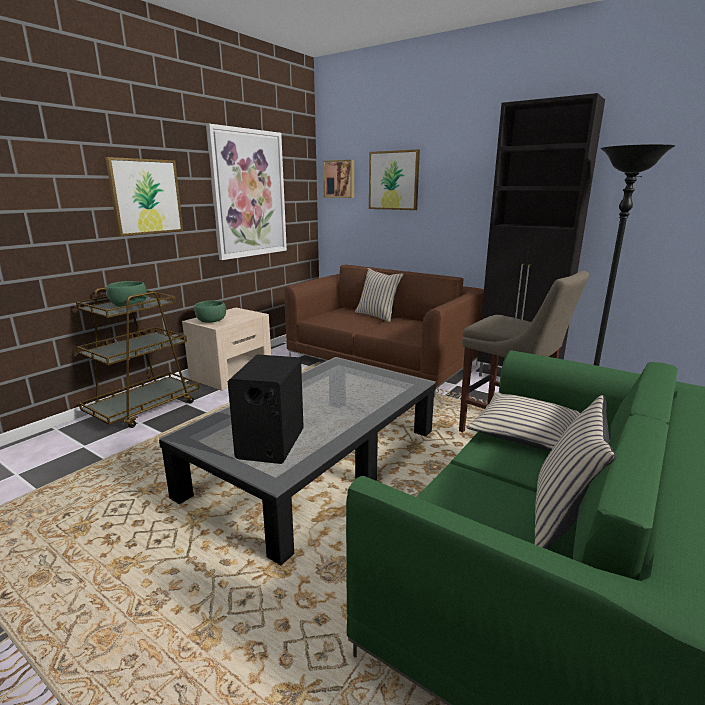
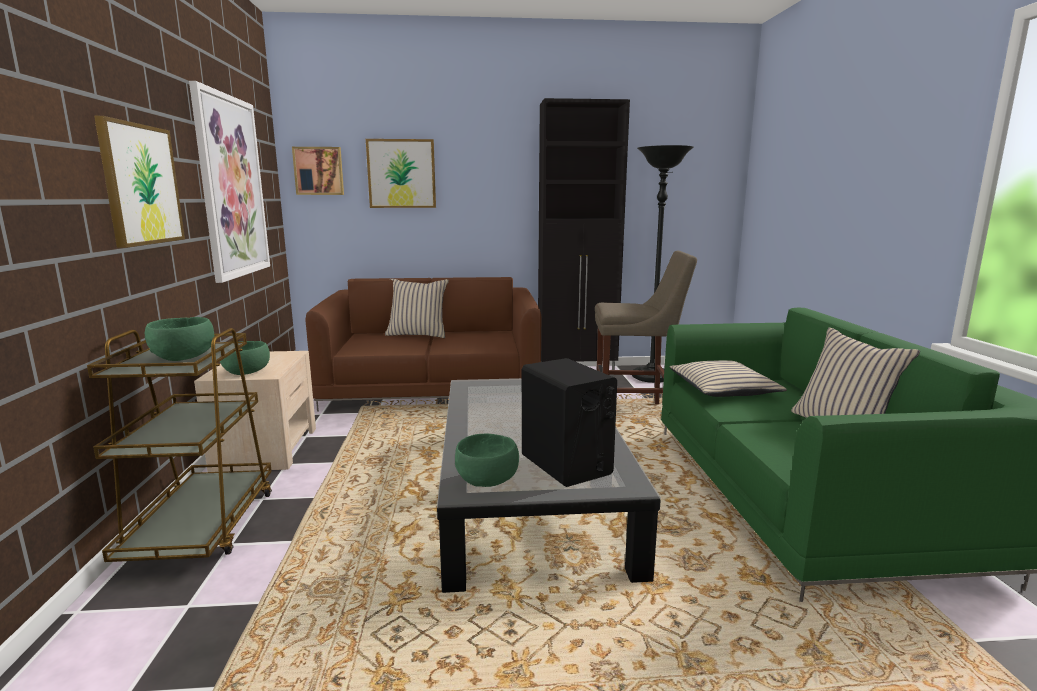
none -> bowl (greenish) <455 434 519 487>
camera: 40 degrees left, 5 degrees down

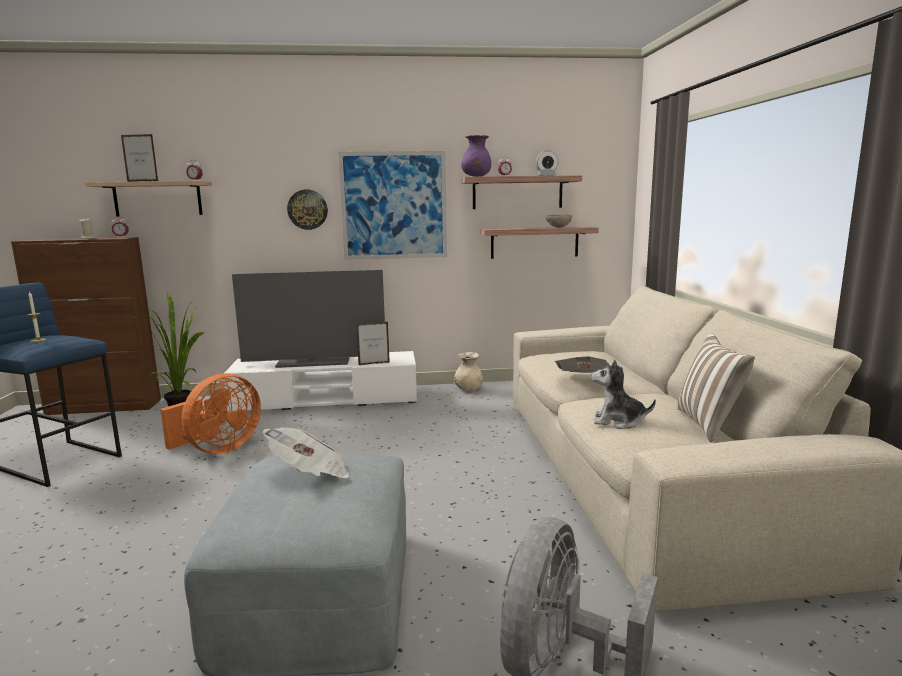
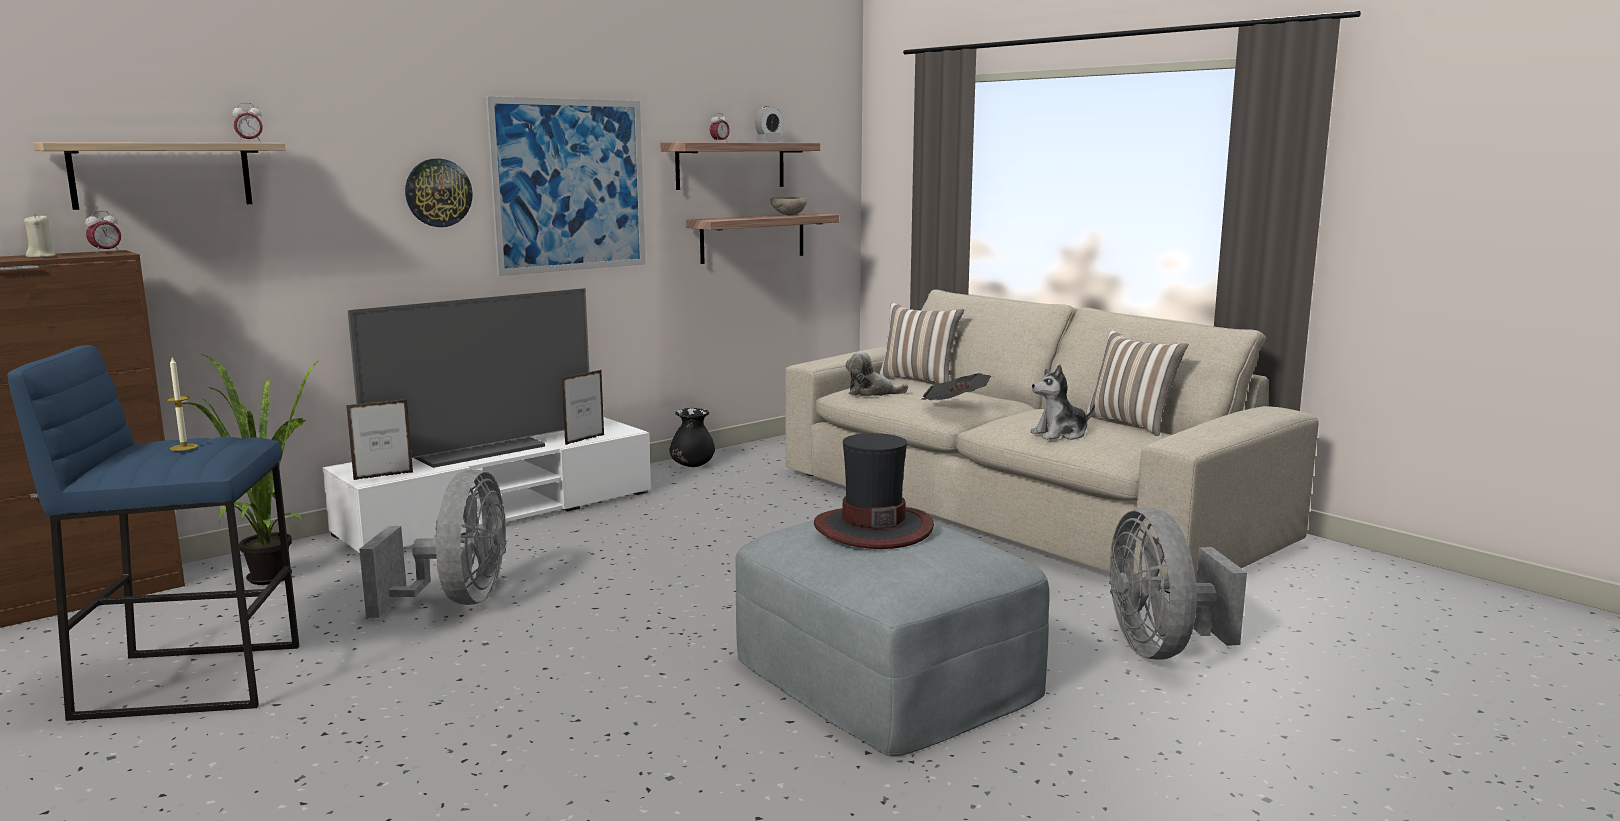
picture frame <121 134 158 182> -> picture frame <346 399 413 480>, move
flower vase (purple) <461 135 491 177> -> none
flower vase (sand-coloured) <454 352 483 391> -> flower vase (black-coloured) <670 408 715 467>
fan (orangey) <160 373 261 454> -> fan (gray) <359 469 507 618>
daily paper <263 427 349 478> -> hat <814 433 934 549>
none -> cushion <879 303 964 384>
none -> cuddly toy <846 351 908 396>
camera: 35 degrees left, 0 degrees up

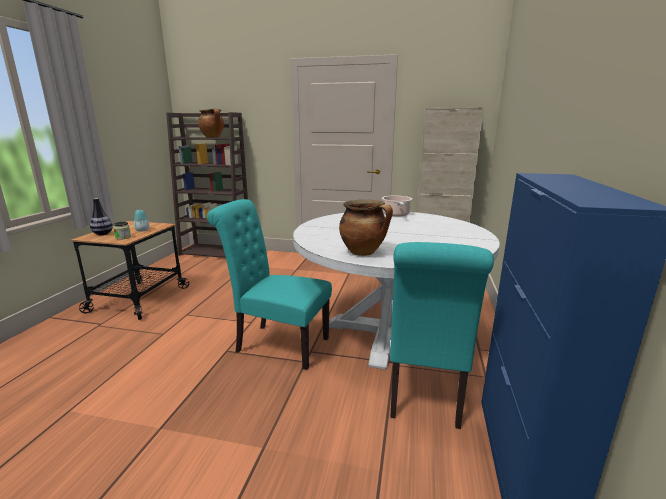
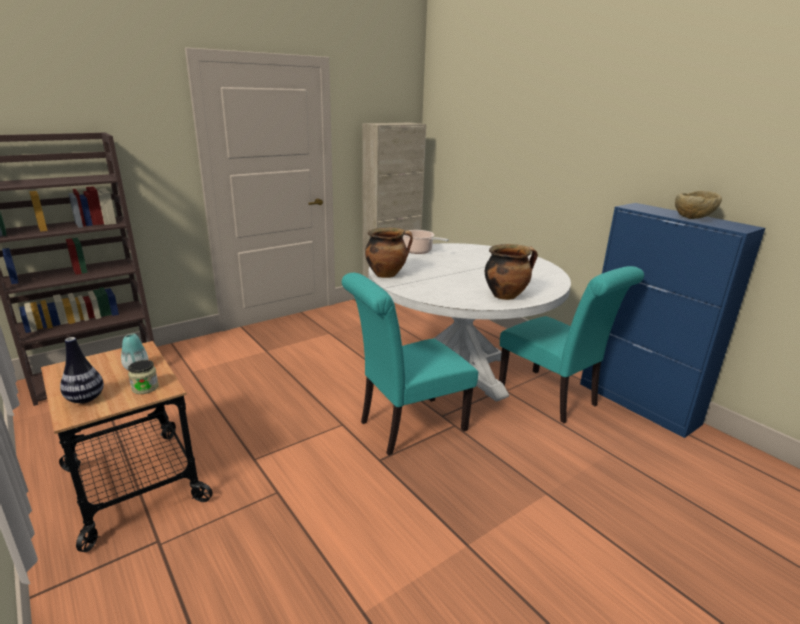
cooking pot <198 109 224 138> -> cooking pot <365 227 413 278>, move
none -> bowl (sand-coloured) <675 191 722 219>
camera: 50 degrees left, 5 degrees up

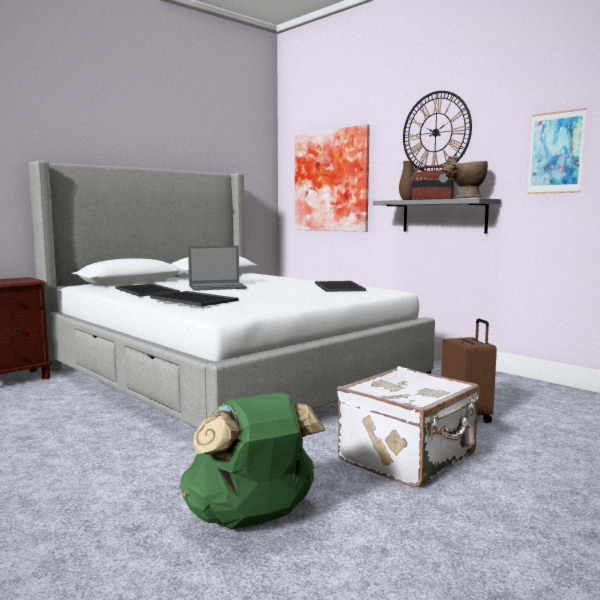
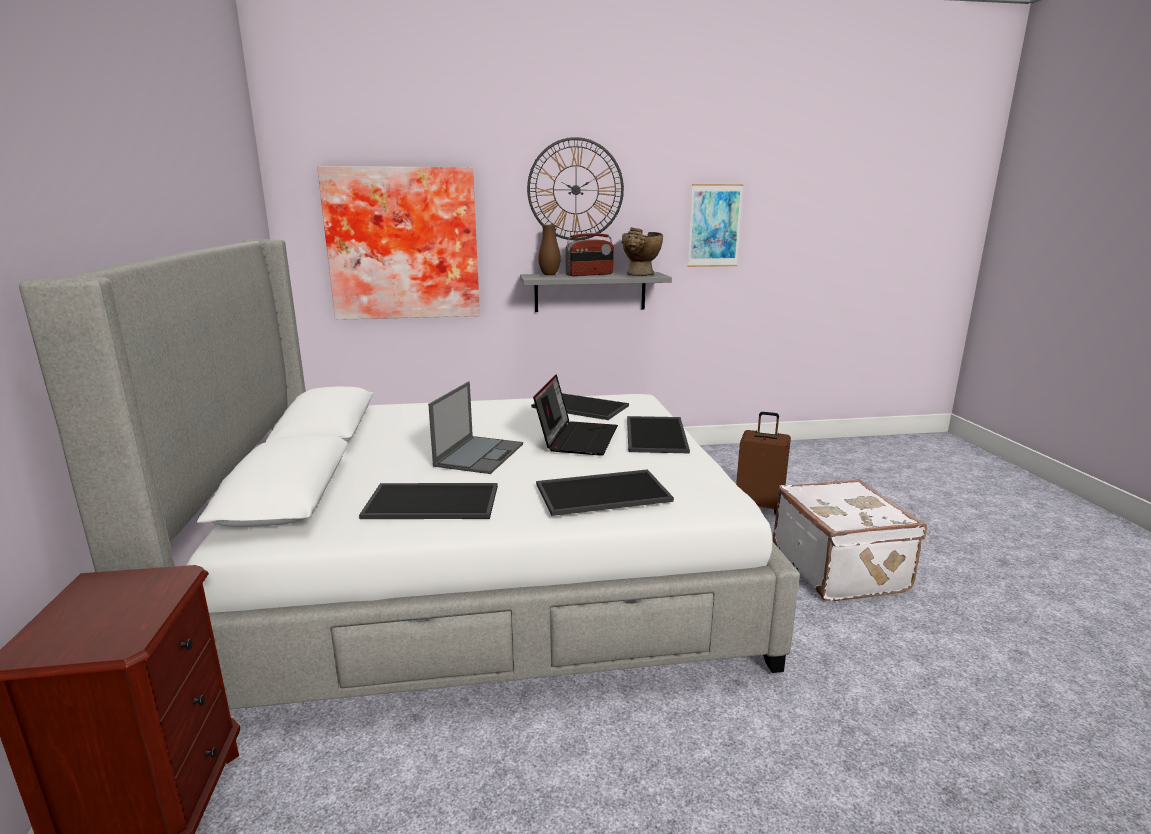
knapsack (greenish) <180 393 326 529> -> none
none -> laptop <533 374 618 456>
none -> carrying tray <627 416 690 453>
camera: 55 degrees left, 10 degrees up

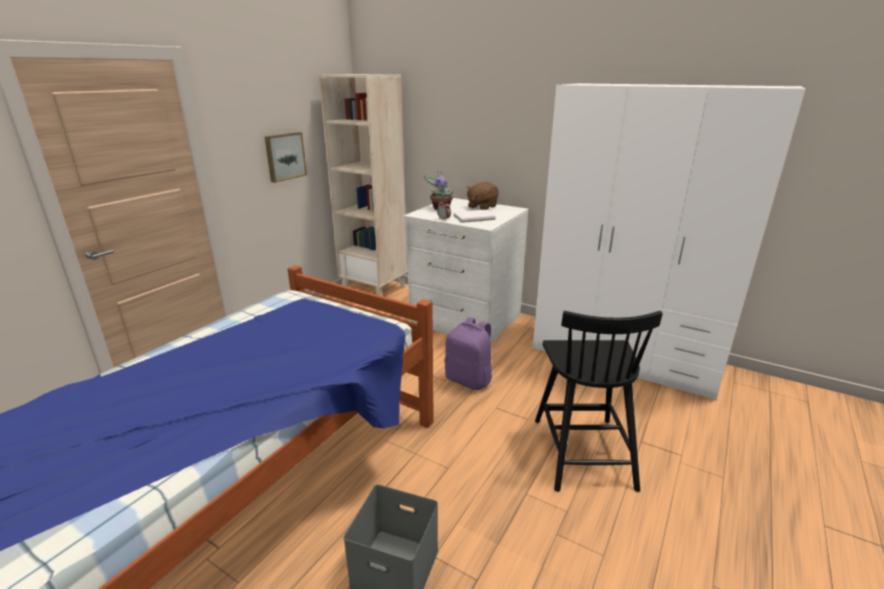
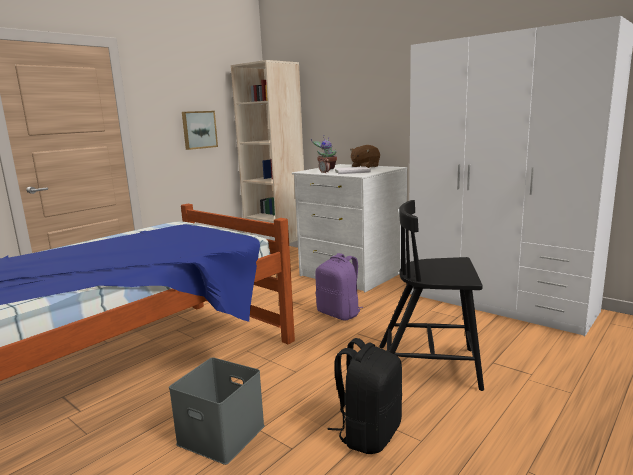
plain chair (black-coloured) <535 311 663 492> -> plain chair (black-coloured) <379 200 484 391>, 90 degrees clockwise
none -> knapsack (black-coloured) <327 338 402 454>
camera: 10 degrees right, 10 degrees down

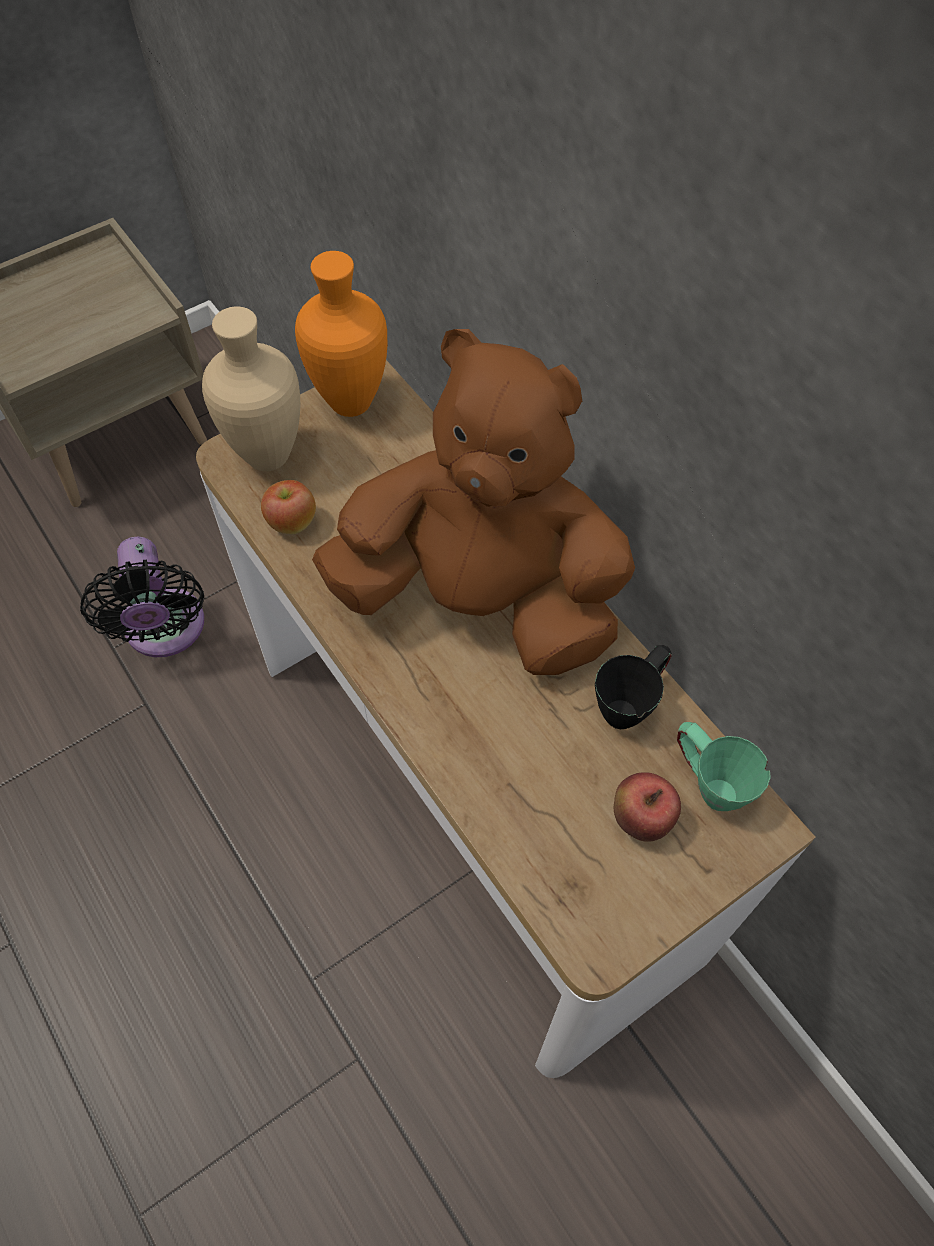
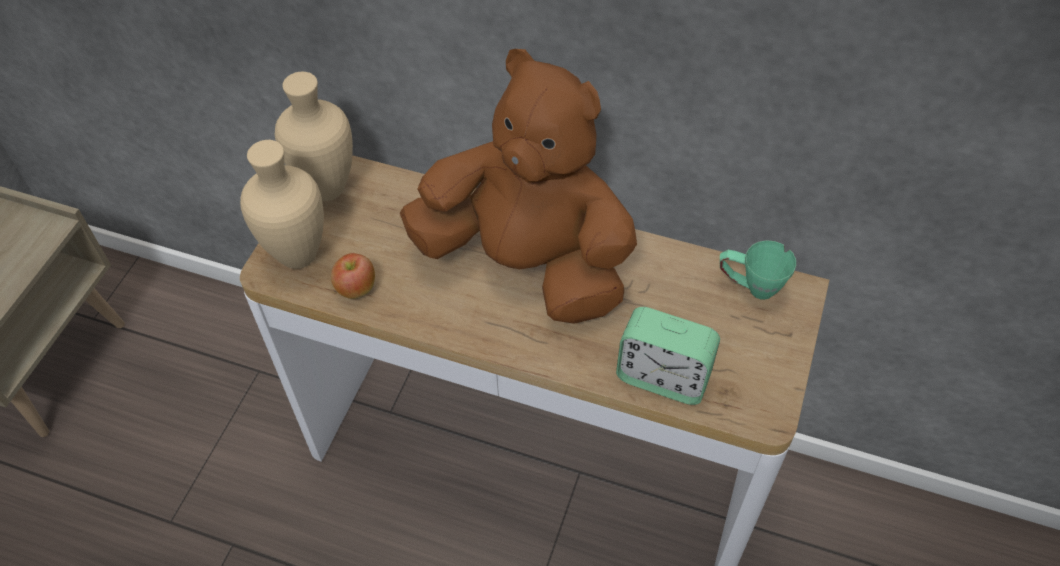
flower vase (orangey) <295 251 387 417> -> flower vase (sand-coloured) <275 72 353 201>
cuddly toy (brown-coloured) <312 329 635 675> -> cuddly toy (brown-coloured) <400 49 637 324>, 45 degrees clockwise
fan (black-coloured) <80 537 204 657> -> none
coffee mug (black-coloured) <595 645 672 729> -> none
apple fruit <614 772 681 842> -> none
none -> alarm clock <616 307 720 405>
camera: 35 degrees left, 5 degrees down

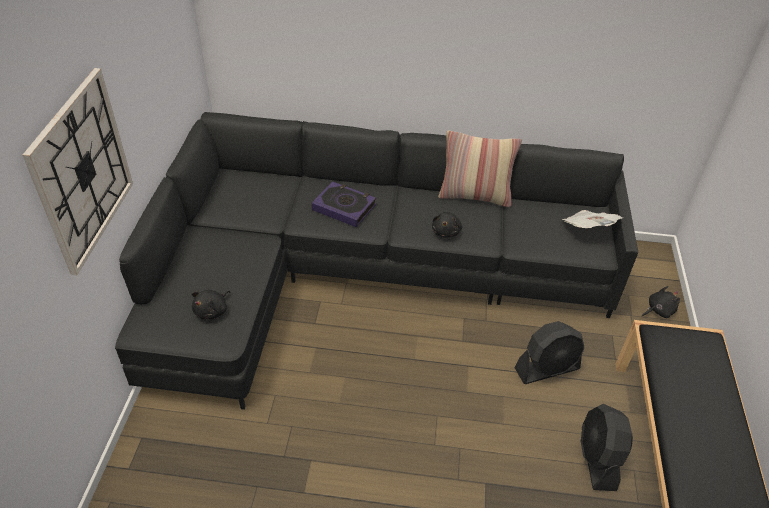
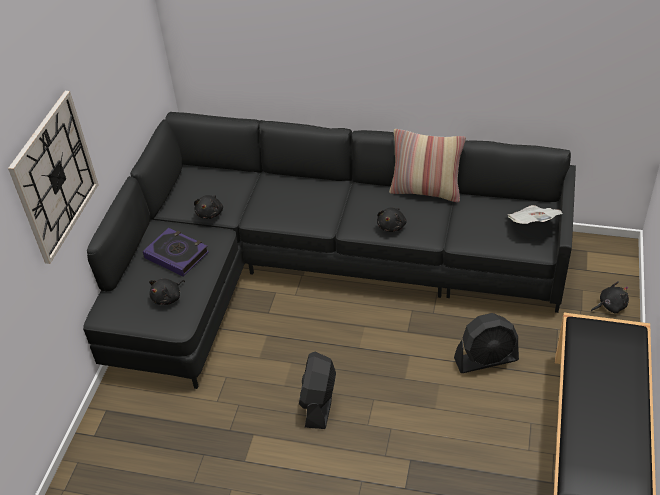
book <312 181 376 227> -> book <142 228 209 276>, move
fan (black-coloured) <581 404 633 491> -> fan (black-coloured) <299 352 336 429>, move
none -> cuddly toy (black-coloured) <194 195 223 219>
camera: 10 degrees right, 0 degrees up

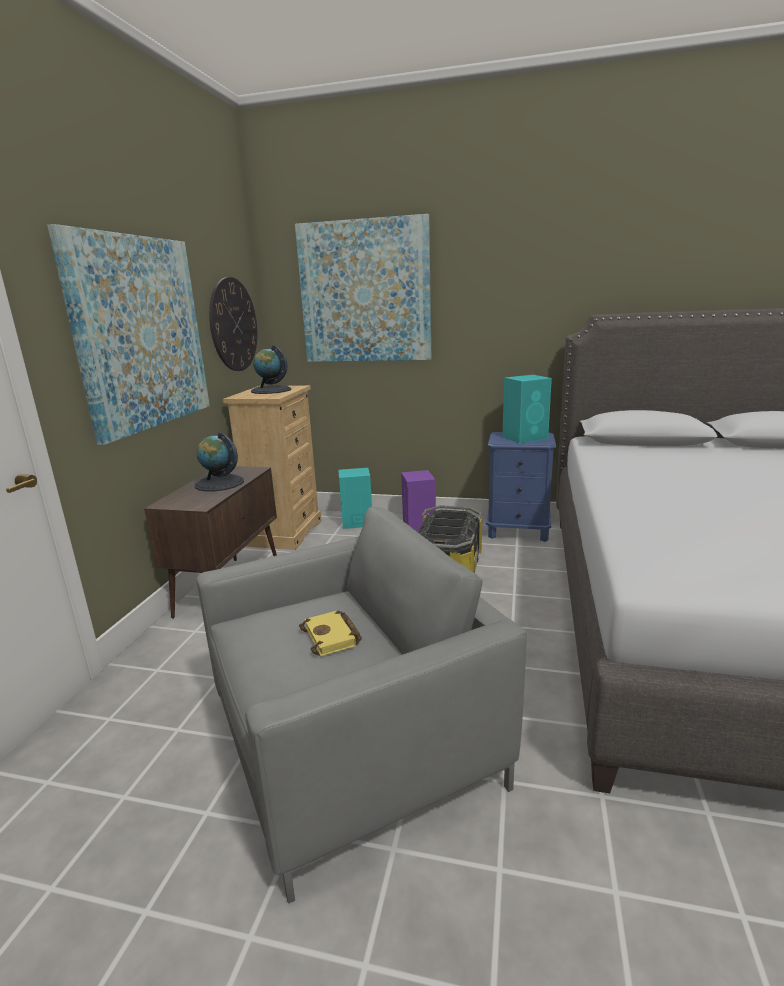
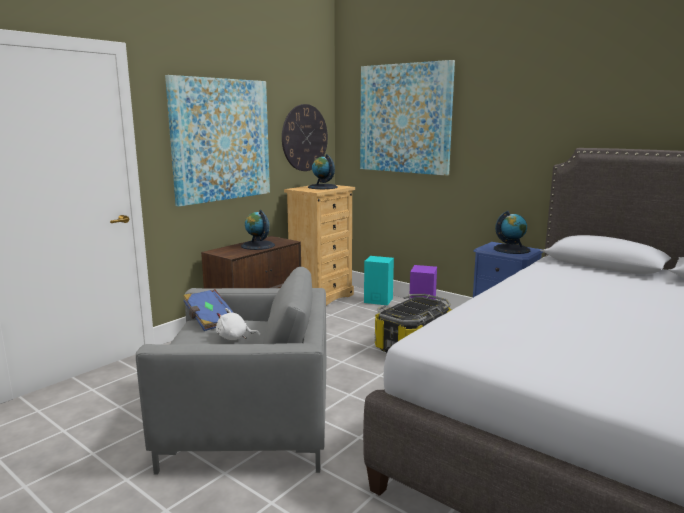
loudspeaker (turquoise-coloured) <502 375 552 443> -> globe <494 211 530 254>
book (yellow-coloured) <299 610 362 656> -> cuddly toy (white) <216 308 260 340>
none -> book (blue) <183 289 234 331>
camera: 25 degrees right, 5 degrees down

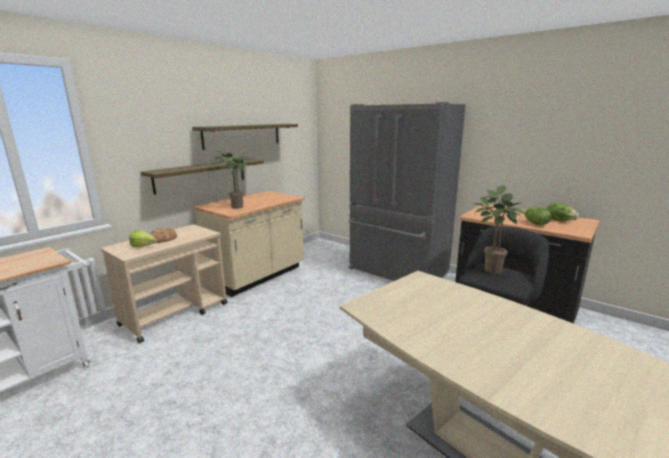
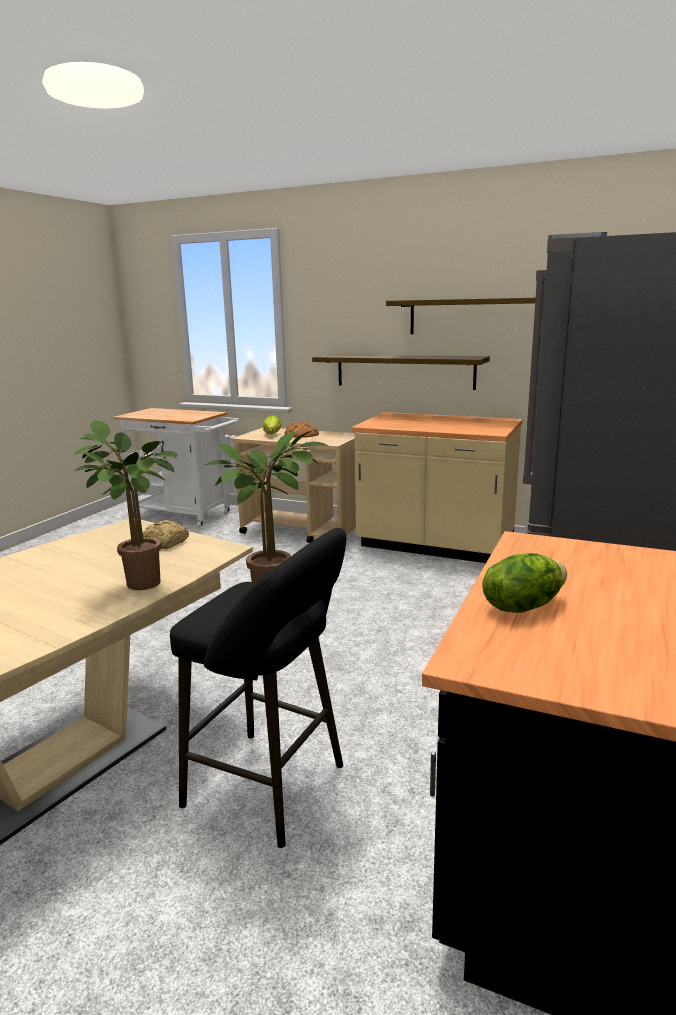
plant in a pot <215 151 247 209> -> plant in a pot <73 420 178 590>, move
lettuce head <546 203 579 221> -> none
none -> bread <143 520 189 549>
camera: 75 degrees right, 0 degrees up

